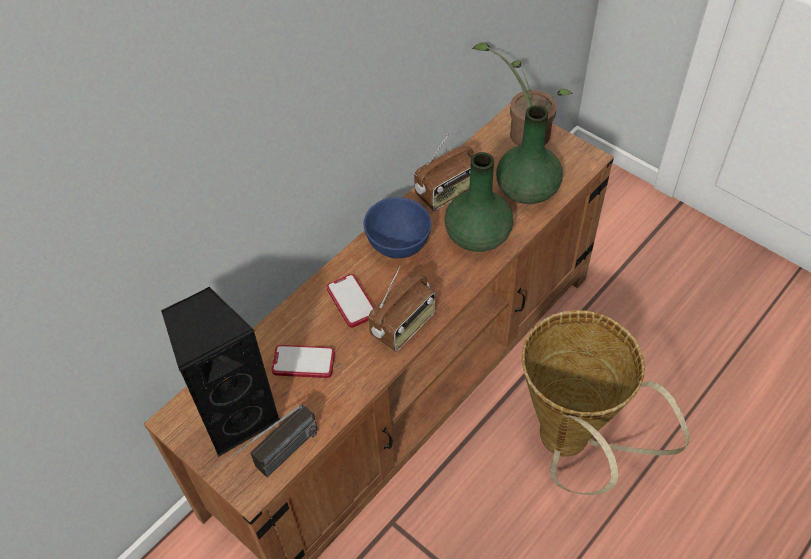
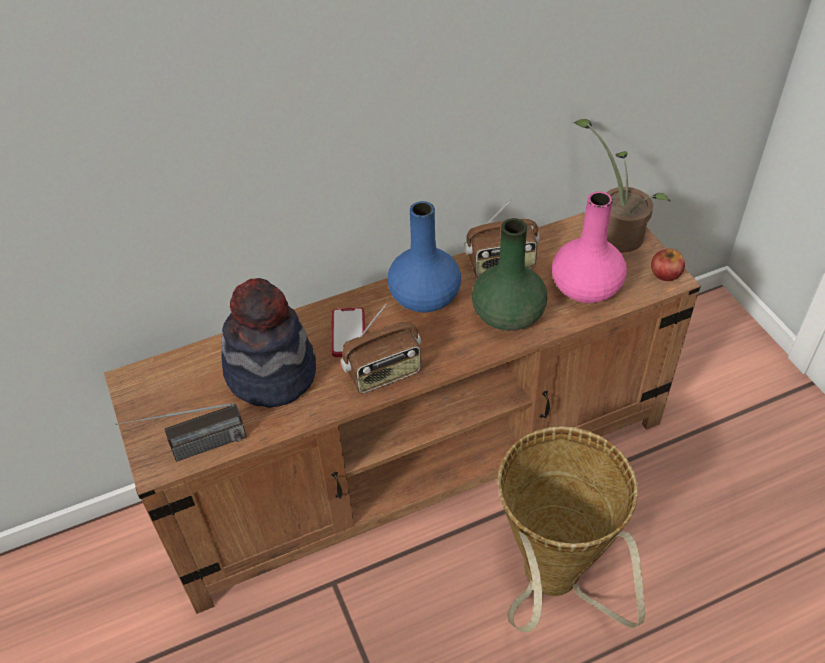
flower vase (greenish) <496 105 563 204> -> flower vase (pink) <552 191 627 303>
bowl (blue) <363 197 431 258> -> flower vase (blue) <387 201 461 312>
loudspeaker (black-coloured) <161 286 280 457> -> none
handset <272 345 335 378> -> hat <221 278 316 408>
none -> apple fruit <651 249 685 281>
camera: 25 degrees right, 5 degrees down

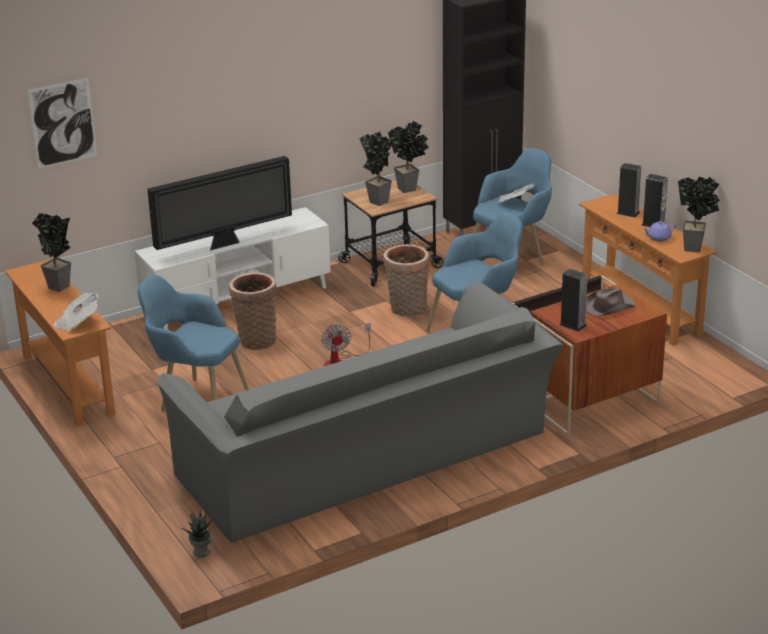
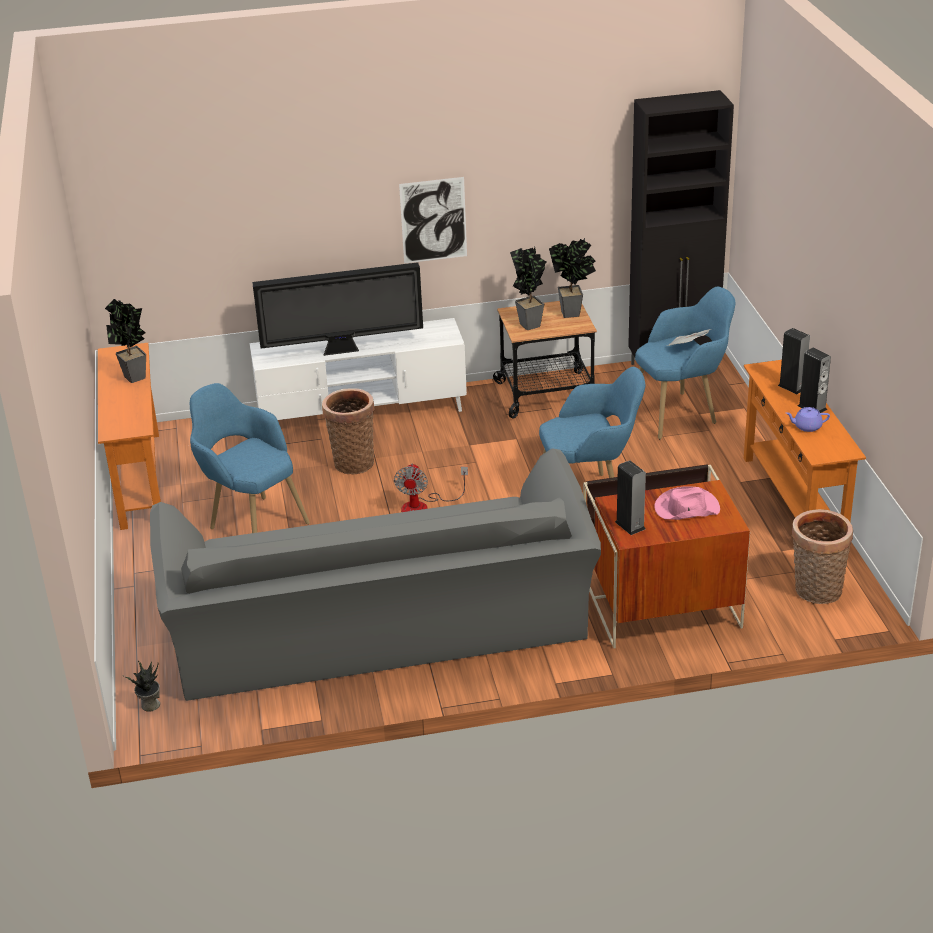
picture <28 78 97 169> -> picture <399 177 467 263>, move
plant in a pot <678 177 720 252> -> none
storage basket <383 244 429 317> -> storage basket <791 509 853 604>, move
hat (brown-coloured) <586 287 636 316> -> hat (pink) <654 486 720 520>
daily paper <54 293 99 331> -> none
camera: 20 degrees right, 5 degrees up

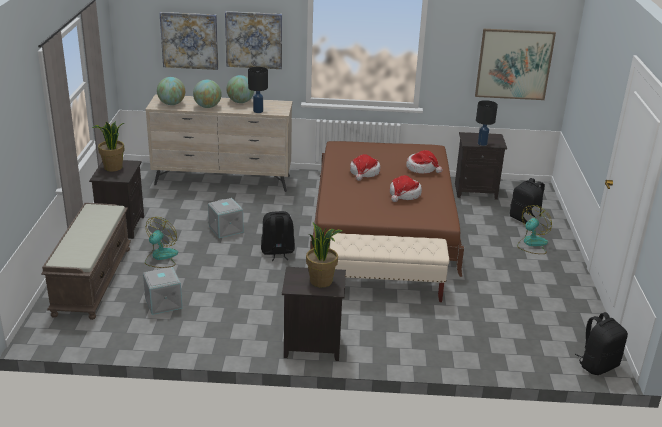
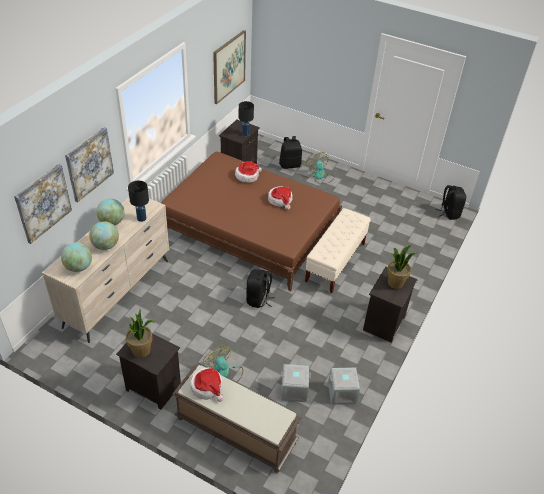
hat <350 154 380 181> -> hat <190 368 224 402>, move
storage container (gray) <208 198 244 238> -> storage container (gray) <328 368 360 405>, move
camera: 65 degrees left, 15 degrees up

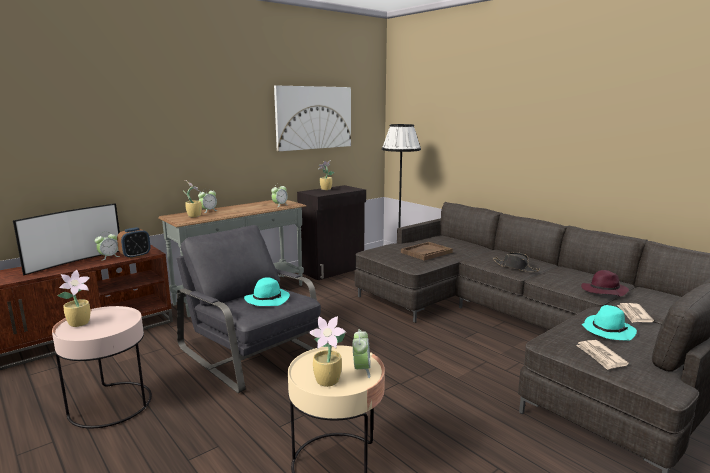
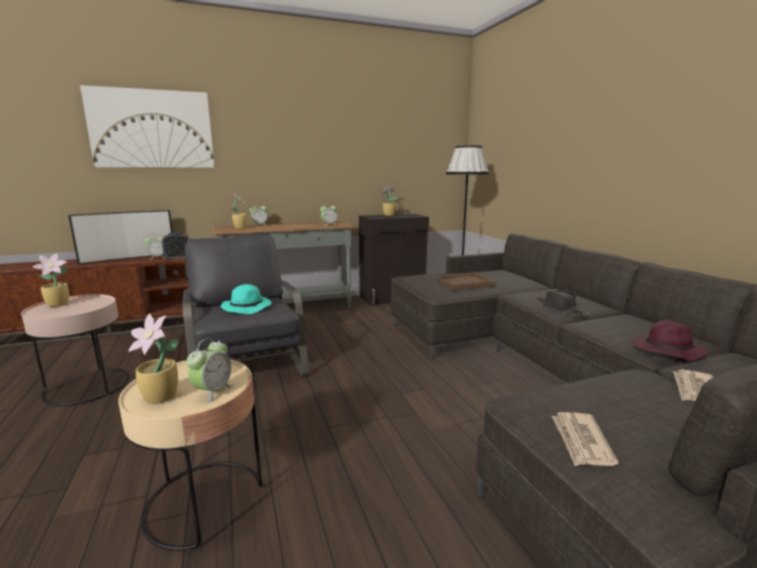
picture <274 86 351 151> -> picture <80 85 215 168>, move
hat (turquoise-coloured) <582 305 637 341> -> none
camera: 20 degrees right, 0 degrees up

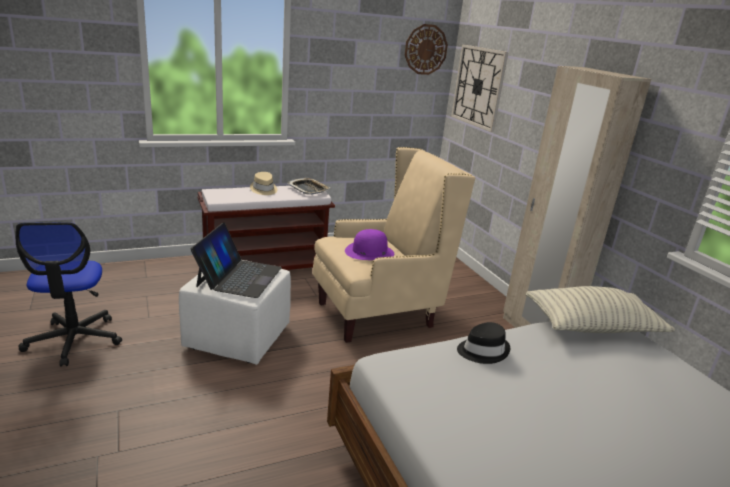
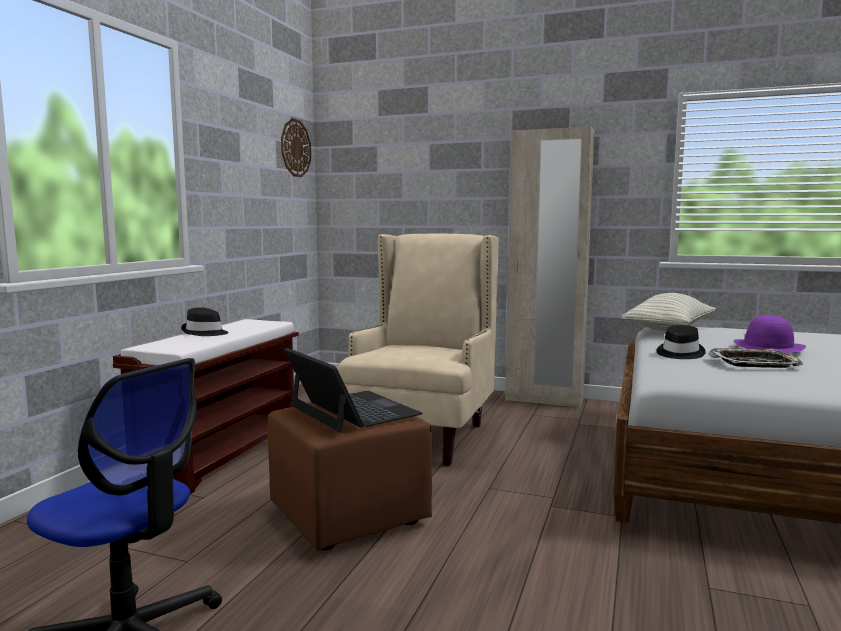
clock on the wall <451 44 508 132> -> none
hat (sand-coloured) <250 172 277 195> -> hat (black-coloured) <181 307 229 336>
carrying tray <288 178 330 195> -> carrying tray <709 348 803 368>, move
hat (purple) <345 229 394 260> -> hat (purple) <734 315 806 353>, move
footrest (white) <179 260 291 365> -> footrest (brown-coloured) <268 403 432 550>
camera: 45 degrees left, 15 degrees down

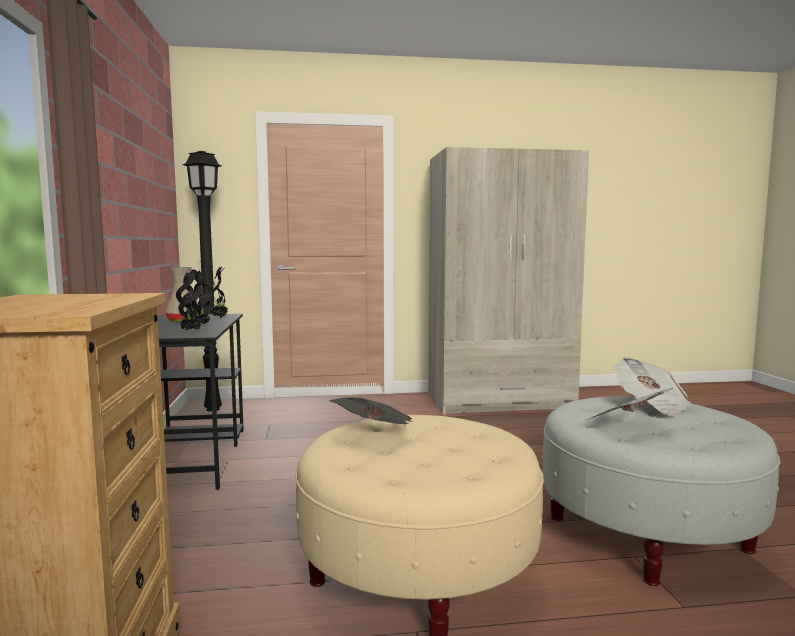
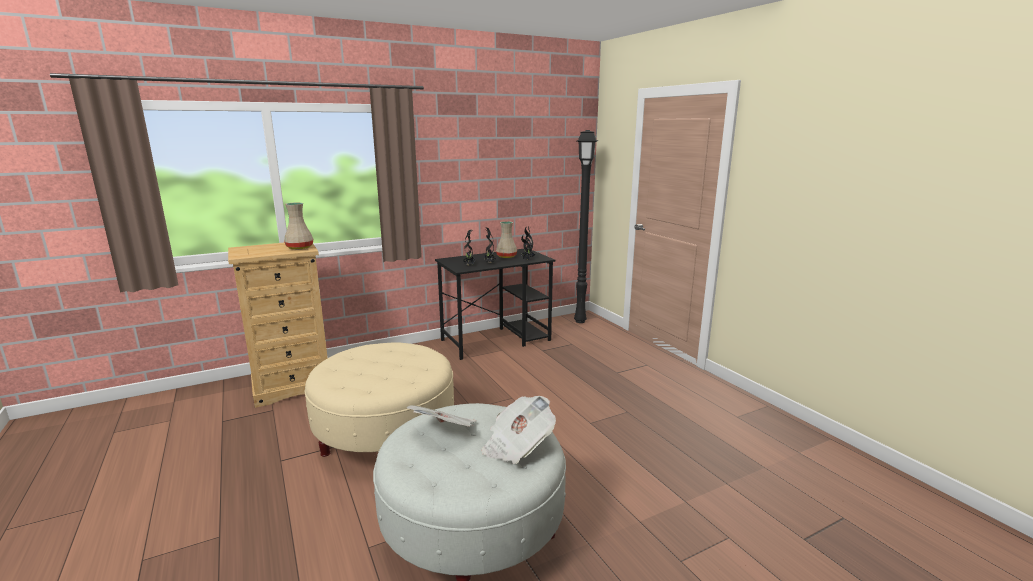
clothes cupboard (sand-coloured) <428 147 589 414> -> none
daily paper <329 397 412 424> -> none
none -> flower vase (sand-coloured) <284 203 313 249>
camera: 70 degrees right, 10 degrees up

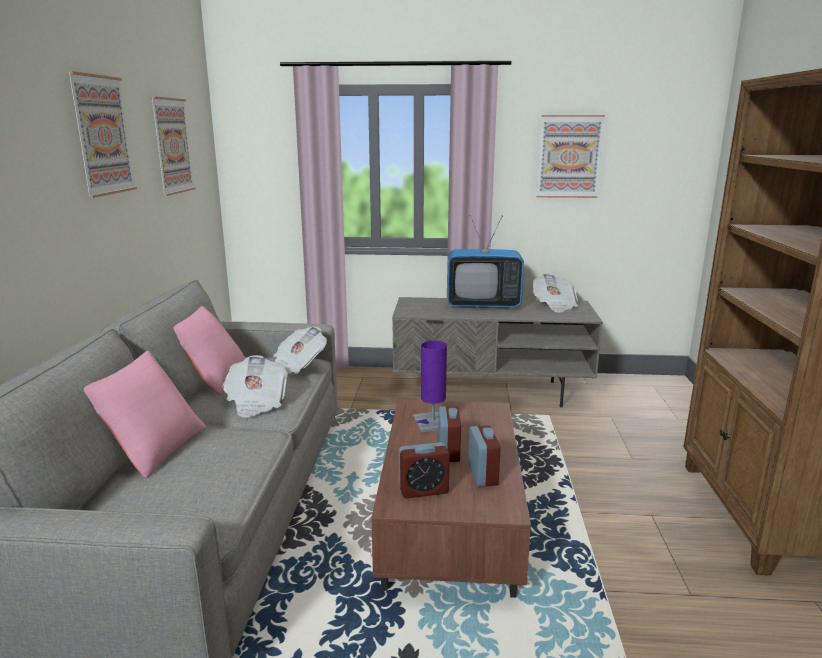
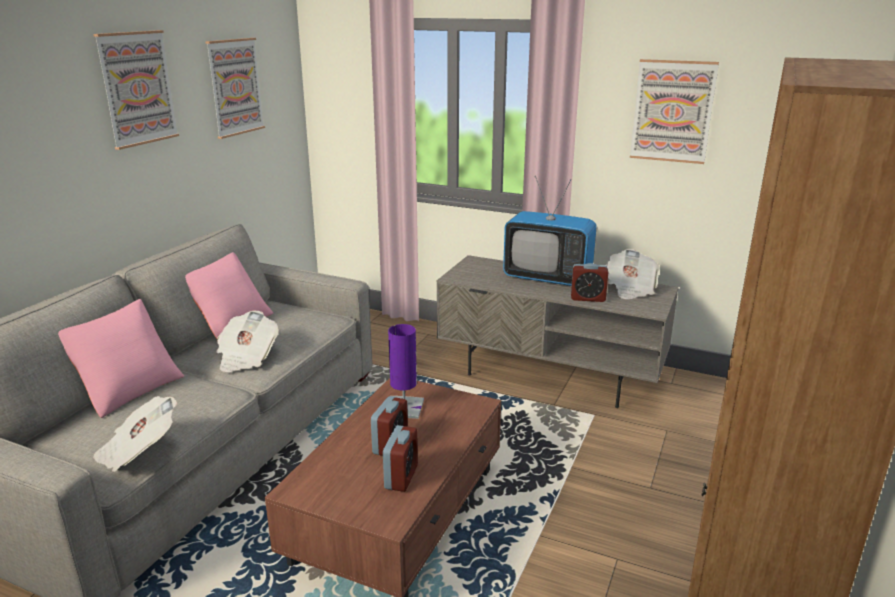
daily paper <273 326 327 374> -> daily paper <93 396 177 472>, move
alarm clock <399 442 450 498> -> alarm clock <571 263 608 302>, move
camera: 20 degrees right, 5 degrees up

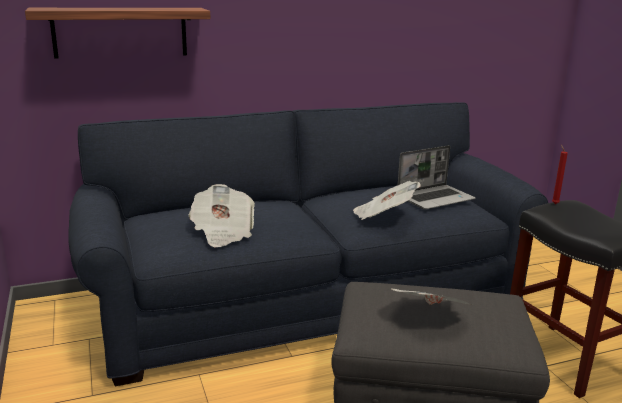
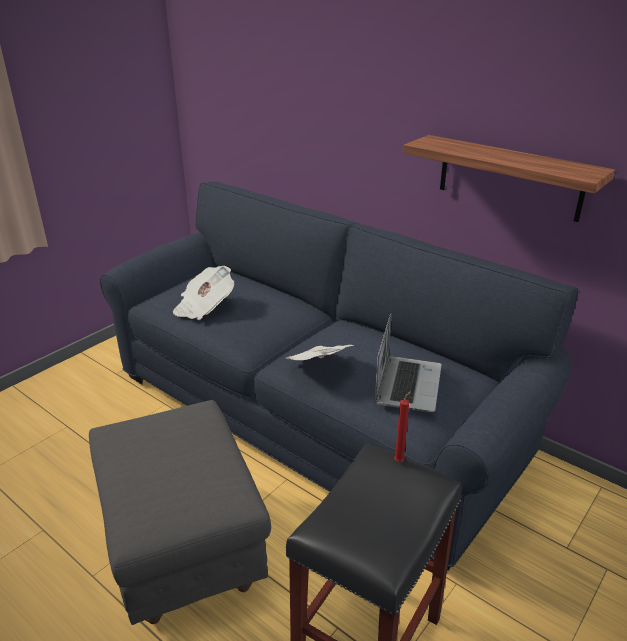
shelf <25 8 211 59> -> shelf <403 135 615 222>, move
laptop <398 145 476 209> -> laptop <375 313 441 412>, 105 degrees counterclockwise
daily paper <390 288 472 305> -> none
camera: 60 degrees right, 10 degrees up

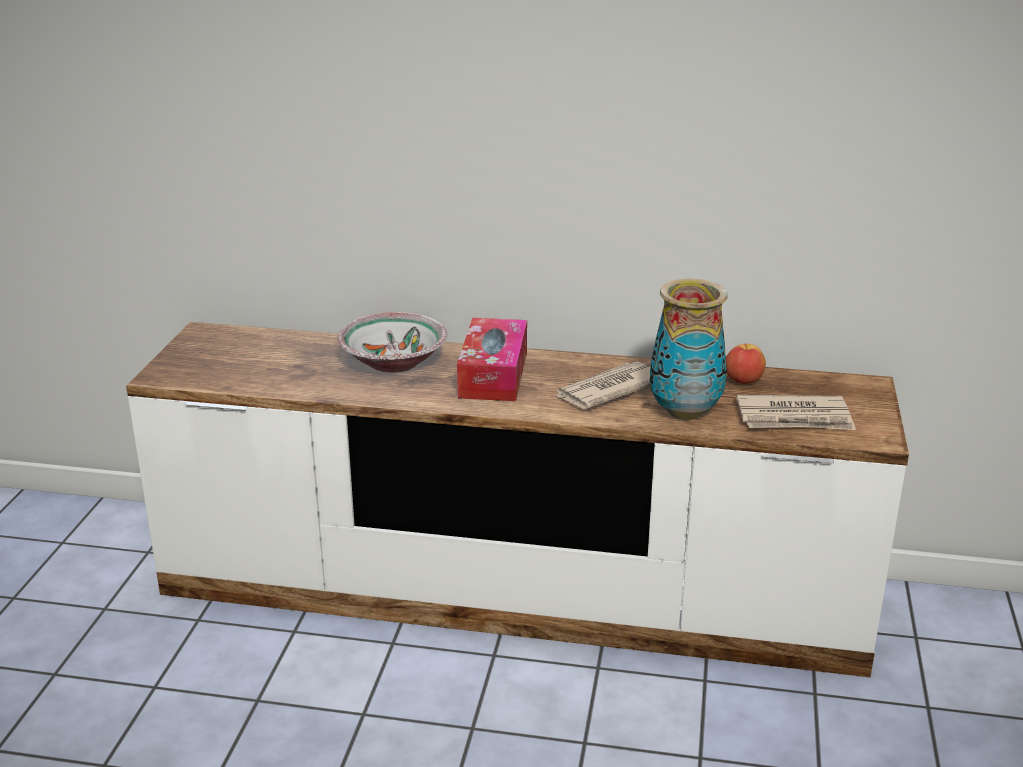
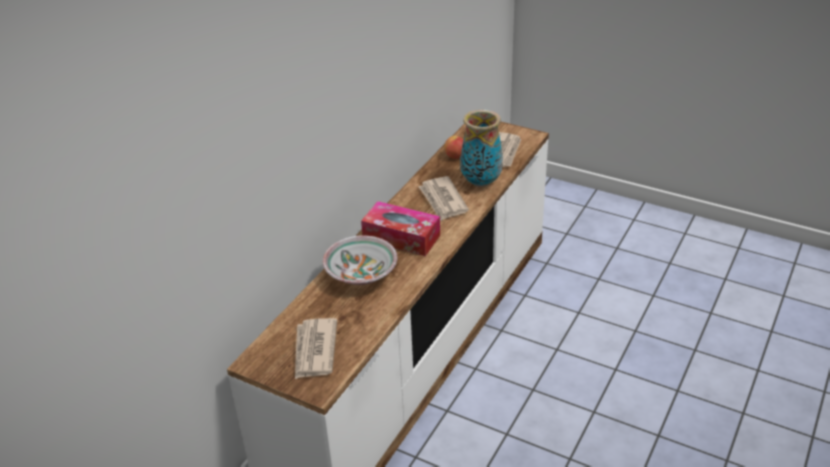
none -> daily paper <295 318 337 379>
camera: 70 degrees left, 10 degrees up

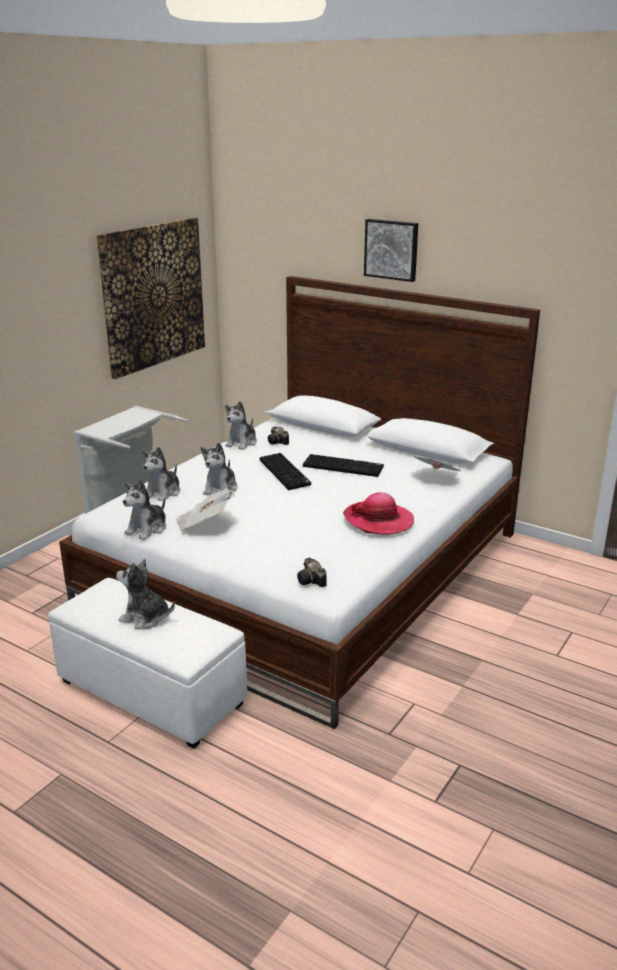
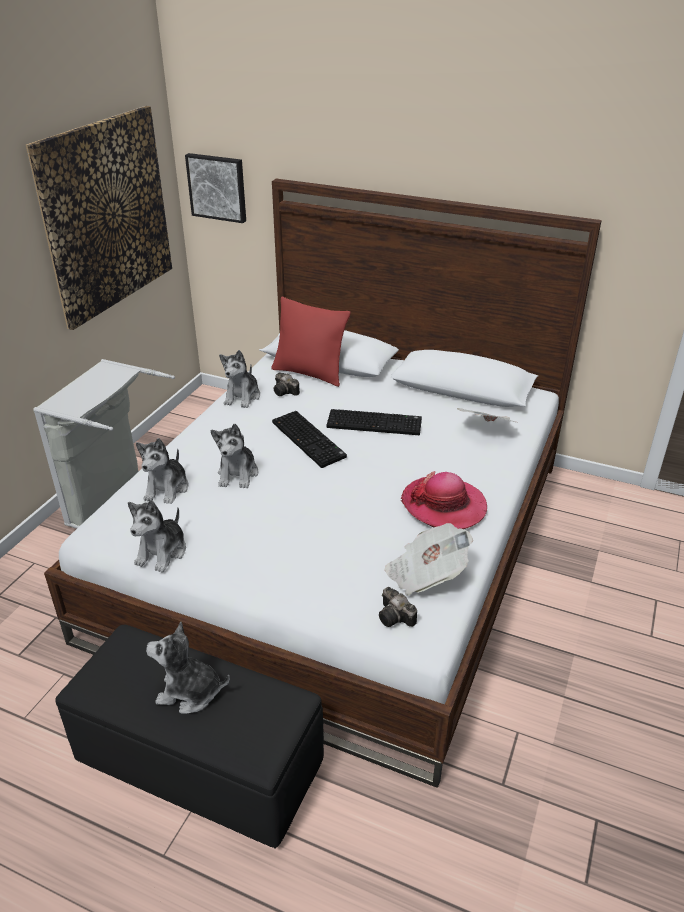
picture <364 219 418 282> -> picture <185 153 246 223>, move
daily paper <176 488 235 531> -> daily paper <384 523 473 596>, move
footrest (white) <48 578 247 748> -> footrest (black-coloured) <55 625 324 849>
none -> cushion (reddish) <272 296 351 387>
camera: 10 degrees left, 10 degrees up

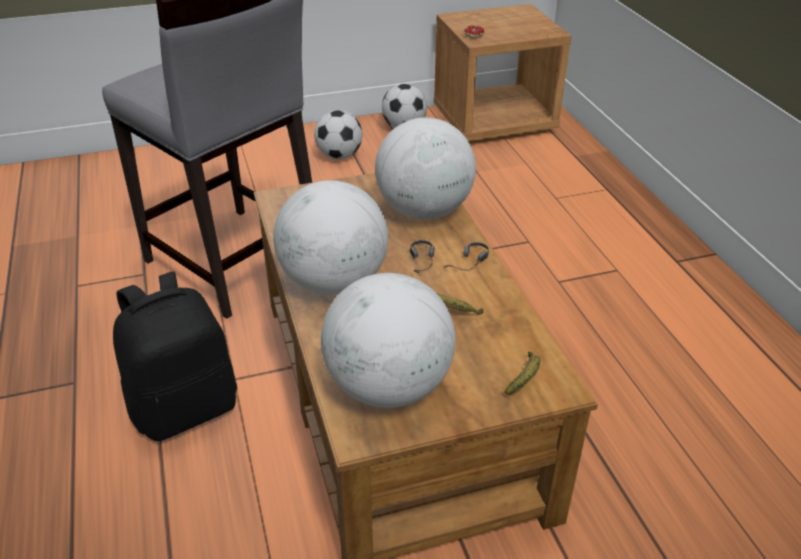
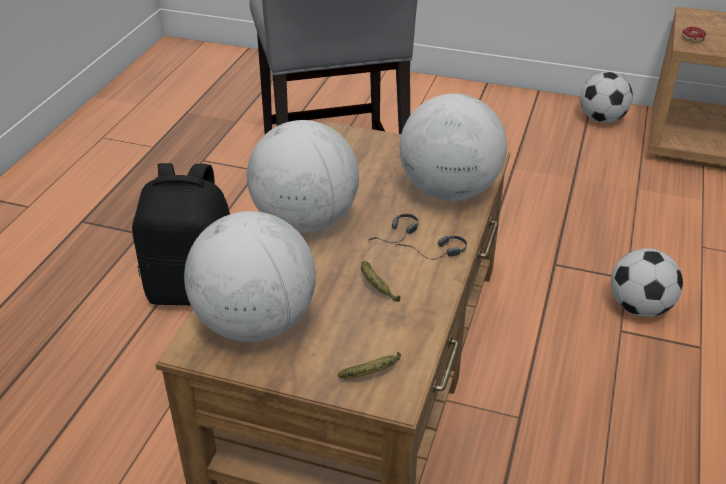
football <314 110 362 159> -> football <611 248 683 317>, move
camera: 35 degrees right, 0 degrees up

